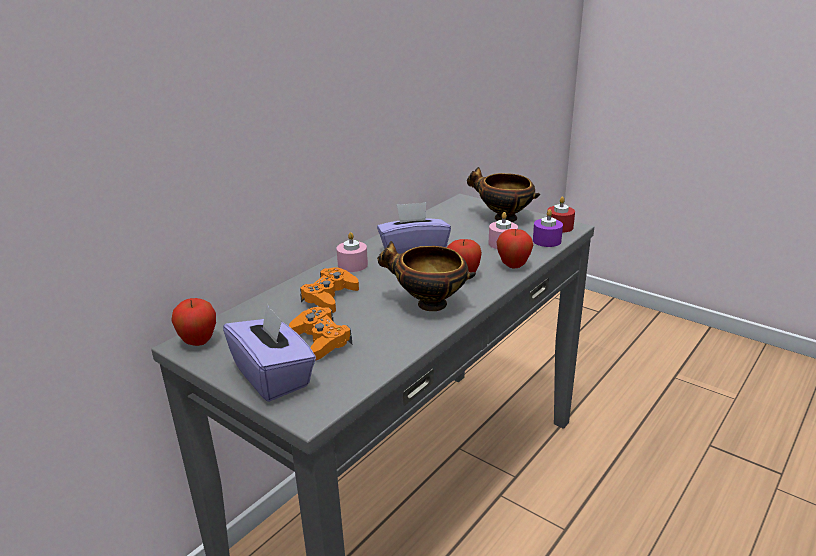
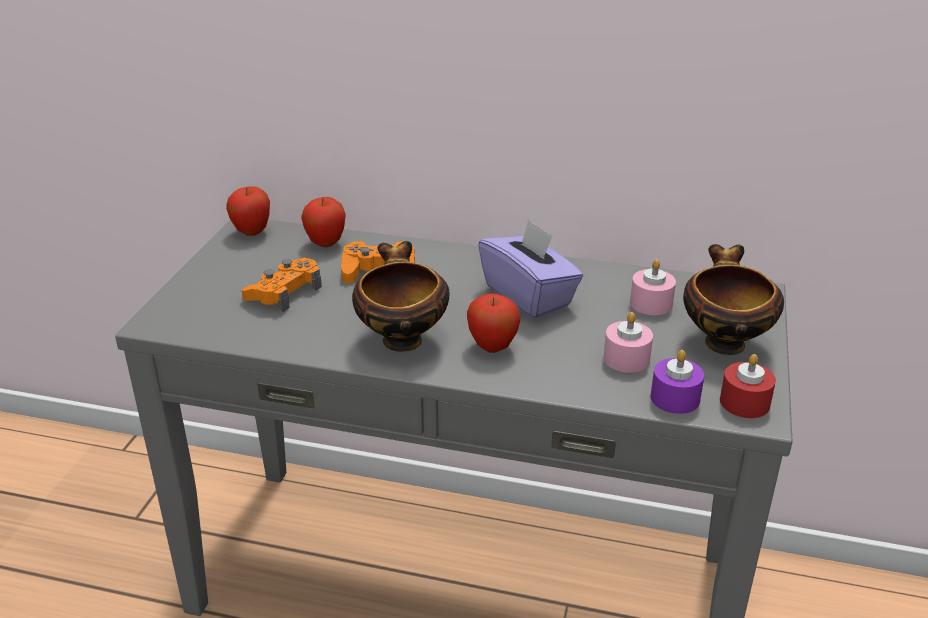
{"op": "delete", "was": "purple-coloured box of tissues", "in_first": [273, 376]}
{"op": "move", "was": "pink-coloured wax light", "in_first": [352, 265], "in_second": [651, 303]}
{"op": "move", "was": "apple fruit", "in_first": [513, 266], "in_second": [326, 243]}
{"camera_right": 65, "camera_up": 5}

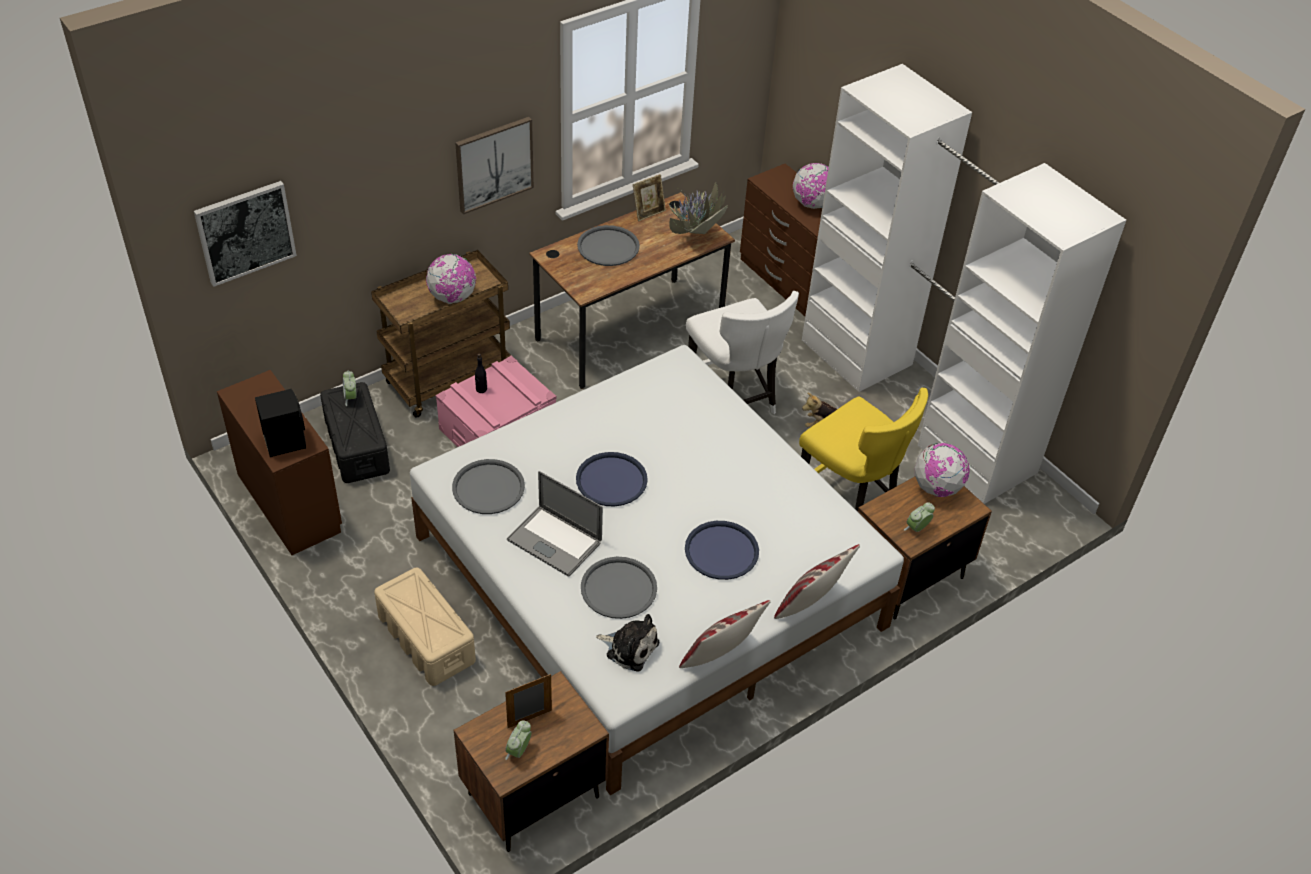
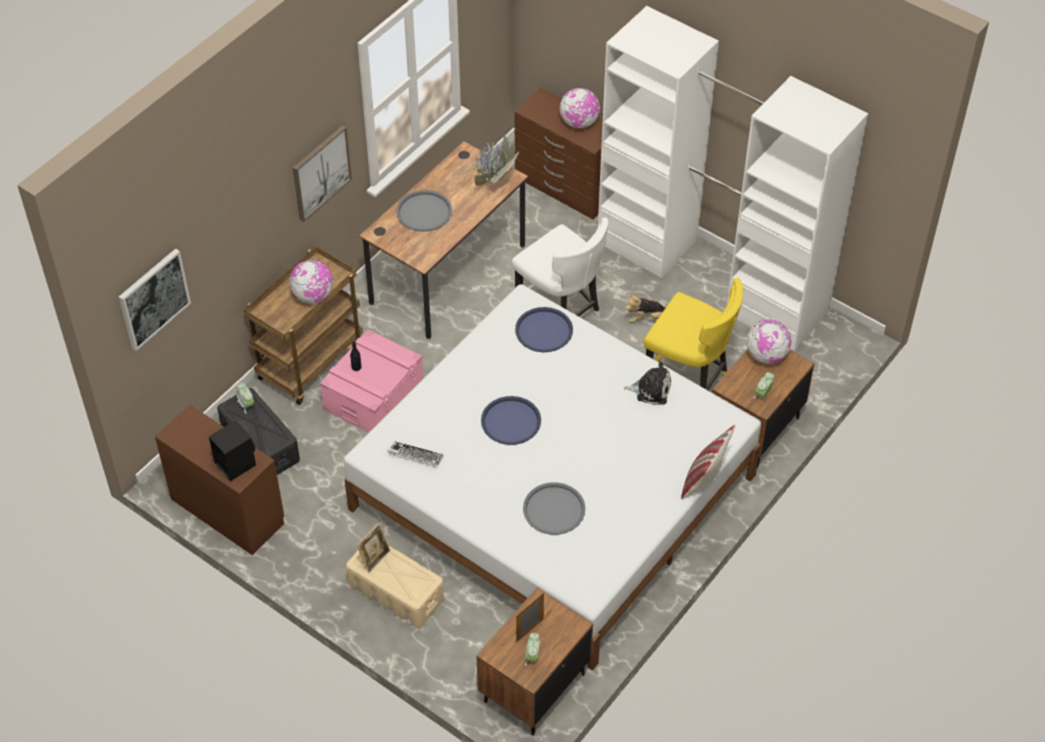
{"op": "delete", "was": "notebook computer", "in_first": [554, 541]}
{"op": "delete", "was": "throw pillow", "in_first": [720, 655]}
{"op": "move", "was": "soft toy", "in_first": [629, 647], "in_second": [651, 389]}
{"op": "move", "was": "standing frame", "in_first": [648, 212], "in_second": [374, 558]}
{"op": "move", "was": "bluish tray", "in_first": [721, 551], "in_second": [544, 330]}
{"op": "replace", "was": "grey tray", "now": "keyboard", "in_first": [488, 488], "in_second": [415, 456]}
{"camera_right": -15, "camera_up": 5}

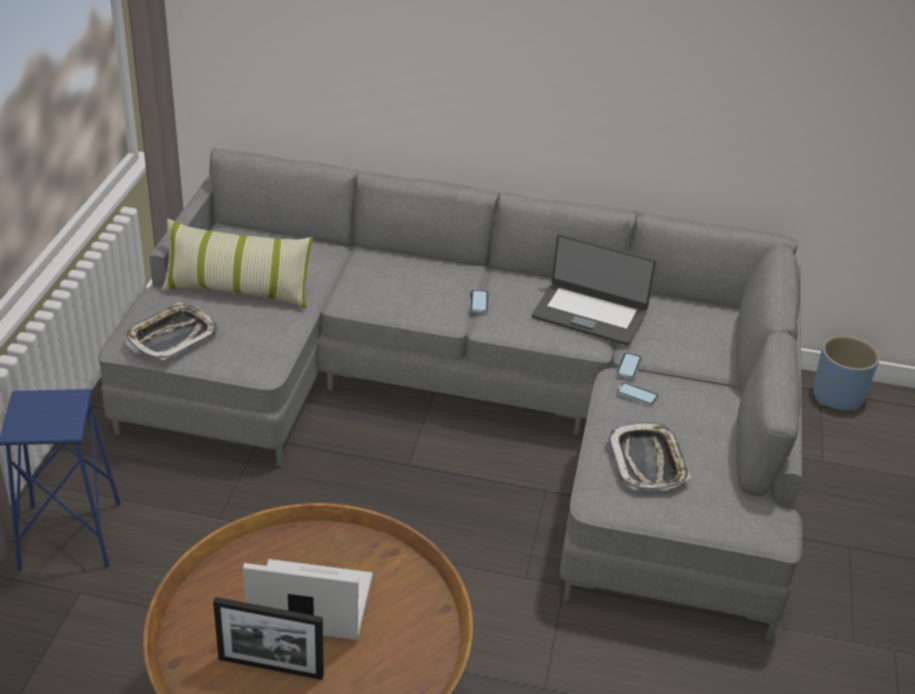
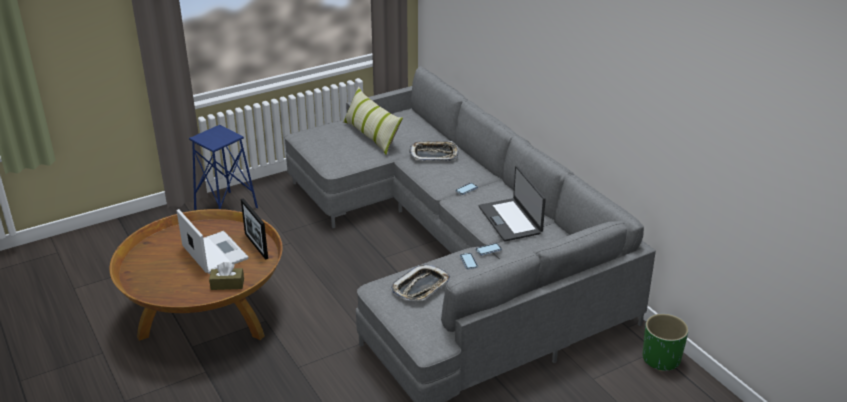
{"op": "insert", "now": "brown box of tissues", "in_second": [227, 284]}
{"op": "move", "was": "tray", "in_first": [172, 337], "in_second": [434, 154]}
{"op": "move", "was": "standing frame", "in_first": [271, 667], "in_second": [256, 246]}
{"op": "recolor", "was": "bluish planter", "now": "green planter", "in_first": [837, 396], "in_second": [661, 359]}
{"camera_right": 50, "camera_up": -5}

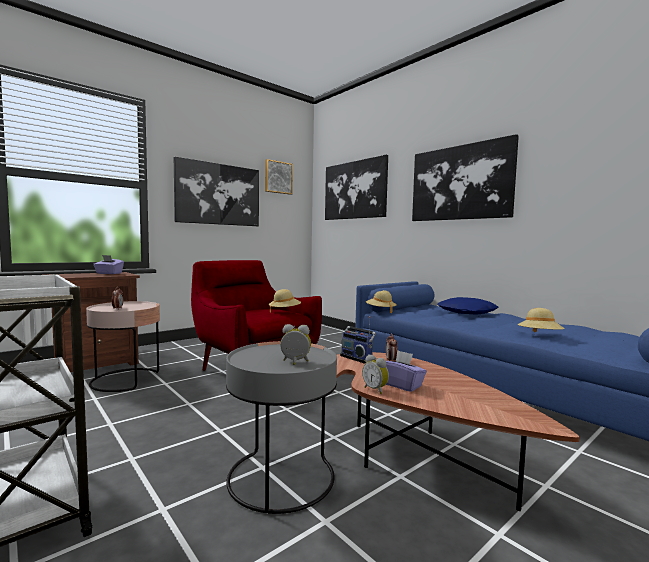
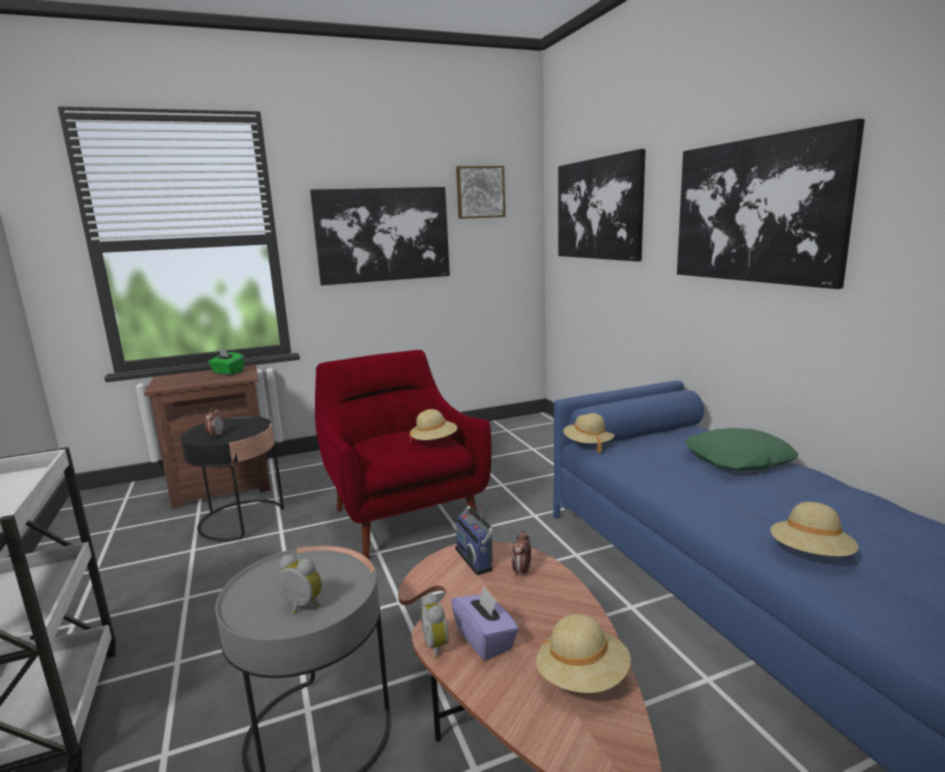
{"op": "insert", "now": "beige-coloured hat", "in_second": [582, 678]}
{"op": "recolor", "was": "pink-coloured end table", "now": "blackish end table", "in_first": [126, 380], "in_second": [242, 519]}
{"op": "recolor", "was": "purple-coloured box of tissues", "now": "green box of tissues", "in_first": [108, 273], "in_second": [228, 372]}
{"op": "recolor", "was": "bluish throw pillow", "now": "green throw pillow", "in_first": [467, 312], "in_second": [739, 459]}
{"camera_right": 20, "camera_up": 10}

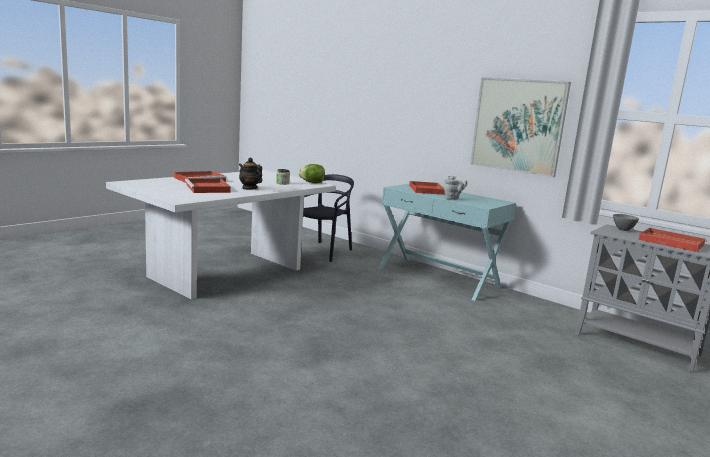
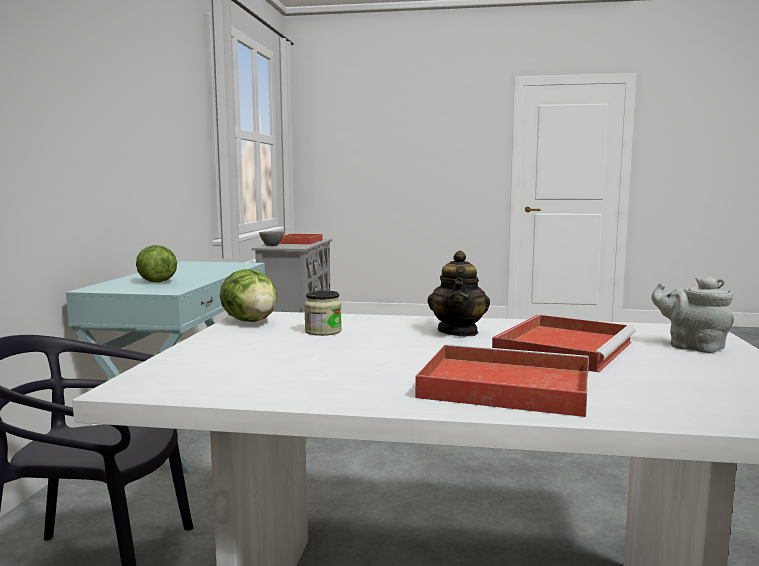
{"op": "delete", "was": "wall picture", "in_first": [518, 125]}
{"op": "move", "was": "grey teapot", "in_first": [452, 198], "in_second": [692, 346]}
{"op": "replace", "was": "red-coloured tray", "now": "lettuce", "in_first": [426, 190], "in_second": [156, 281]}
{"camera_right": -120, "camera_up": -5}

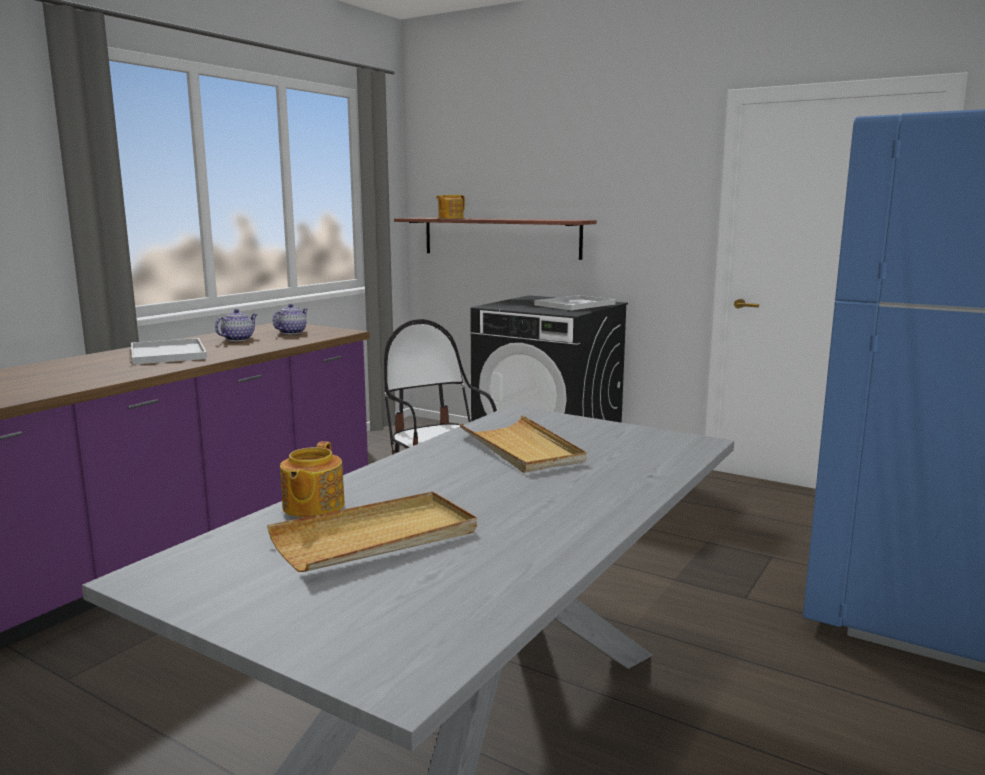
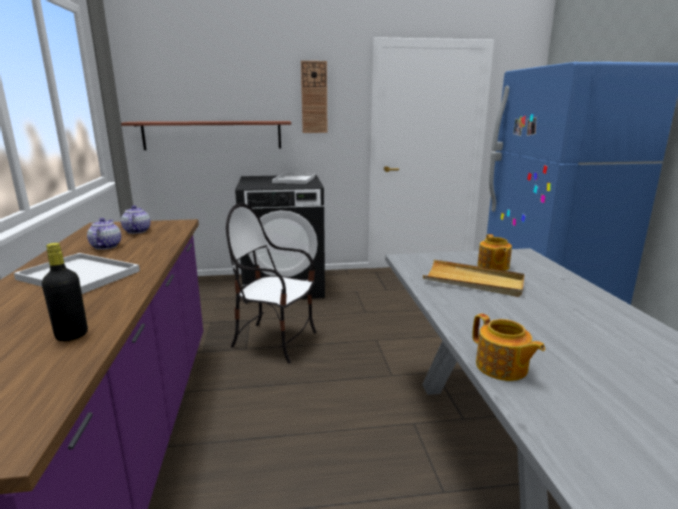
{"op": "delete", "was": "beige-coloured tray", "in_first": [376, 538]}
{"op": "insert", "now": "blackish beverage bottle", "in_second": [72, 335]}
{"op": "insert", "now": "hanging clock", "in_second": [314, 97]}
{"op": "move", "was": "teapot", "in_first": [450, 218], "in_second": [493, 266]}
{"camera_right": -40, "camera_up": 5}

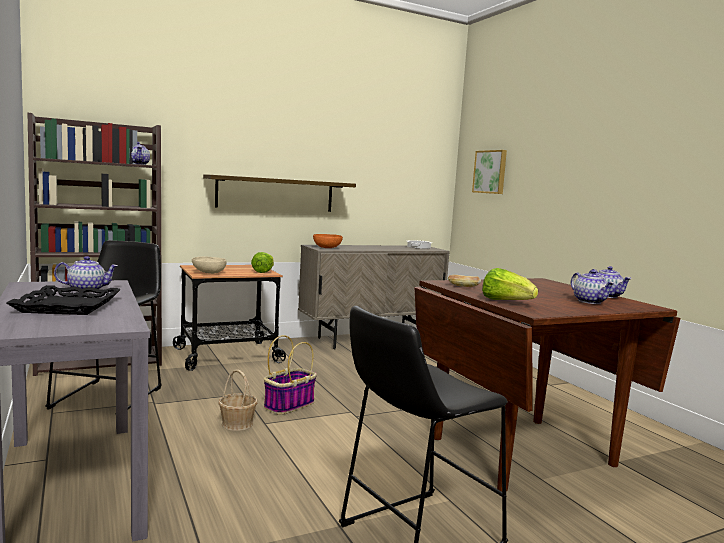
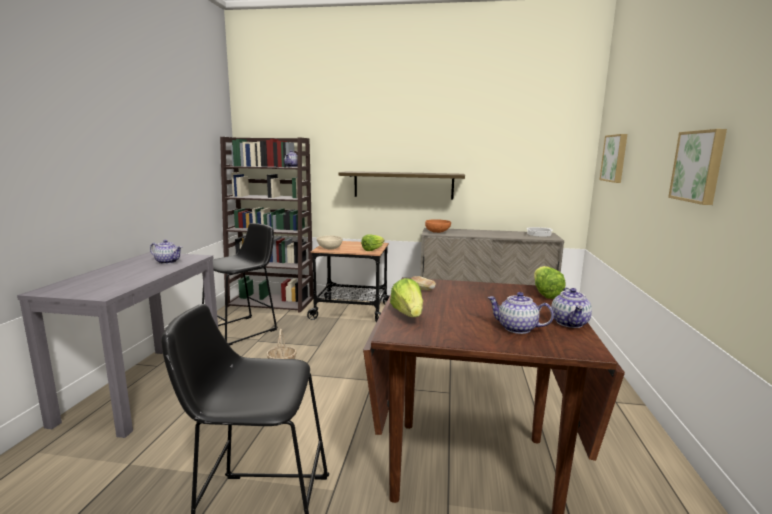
{"op": "delete", "was": "blackish tray", "in_first": [68, 306]}
{"op": "delete", "was": "basket", "in_first": [289, 405]}
{"op": "insert", "now": "lettuce", "in_second": [545, 294]}
{"op": "insert", "now": "wall picture", "in_second": [699, 166]}
{"op": "rotate", "was": "teapot", "in_first": [590, 301], "in_second": [516, 328], "clockwise": 105}
{"camera_right": 35, "camera_up": 5}

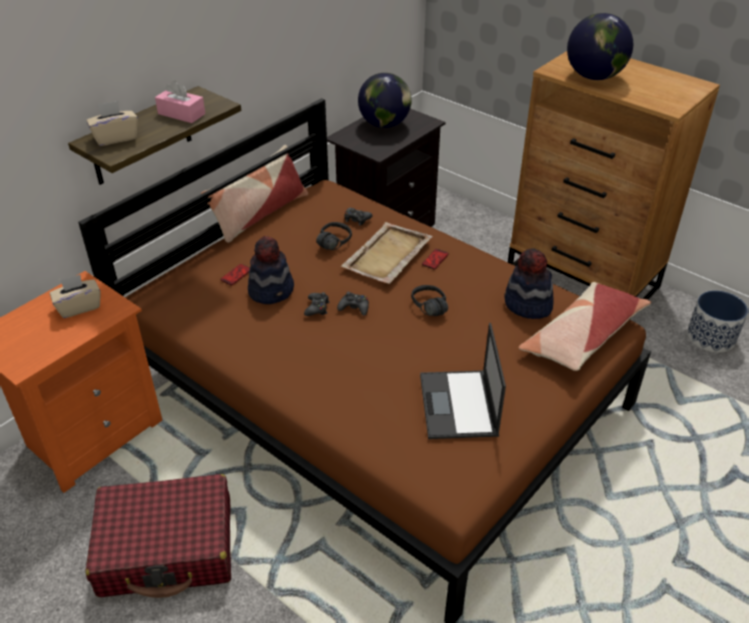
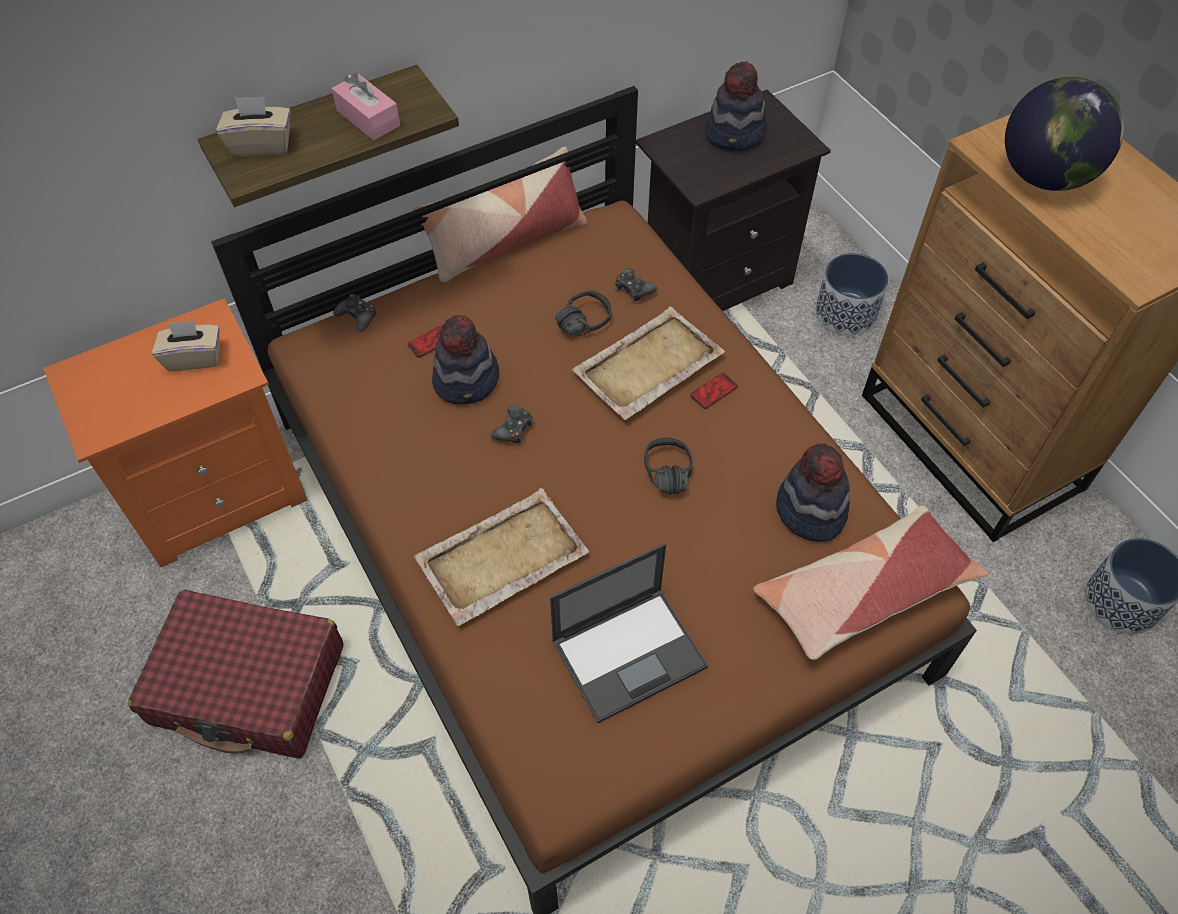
{"op": "insert", "now": "beige-coloured tray", "in_second": [500, 558]}
{"op": "insert", "now": "planter", "in_second": [845, 313]}
{"op": "move", "was": "blackish game controller", "in_first": [354, 307], "in_second": [357, 316]}
{"op": "replace", "was": "desk globe", "now": "hat", "in_first": [384, 124], "in_second": [735, 134]}
{"op": "rotate", "was": "notebook computer", "in_first": [458, 406], "in_second": [630, 652], "clockwise": -135}
{"camera_right": 20, "camera_up": 15}

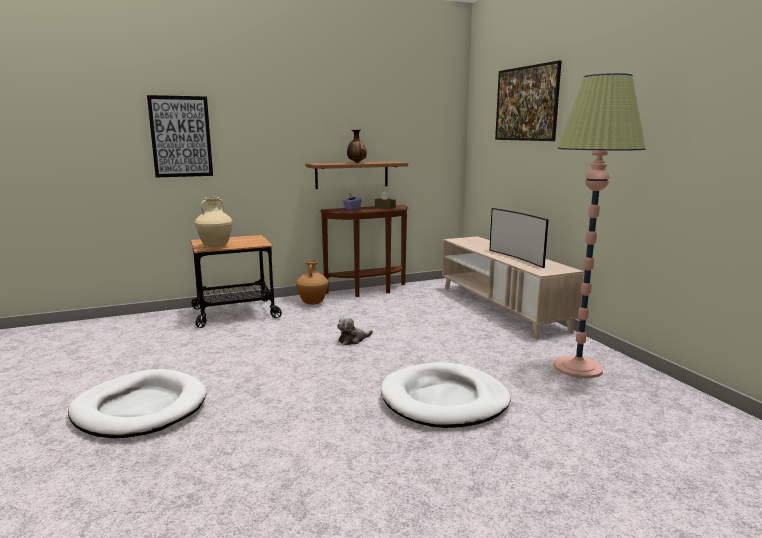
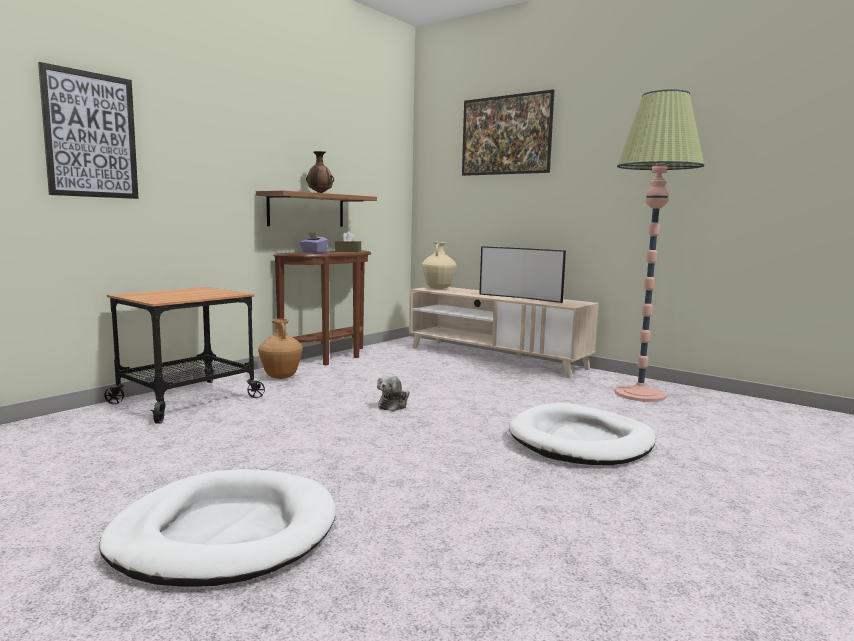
{"op": "move", "was": "beige-coloured vase", "in_first": [215, 246], "in_second": [438, 288]}
{"camera_right": -30, "camera_up": -5}

